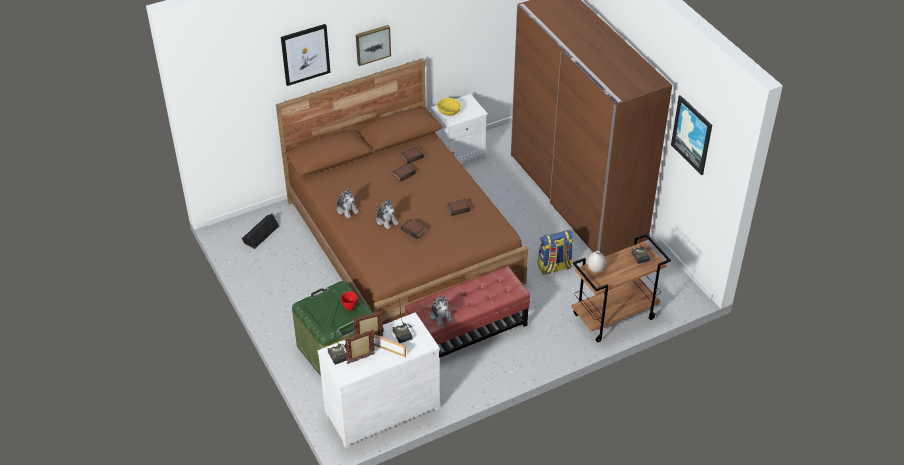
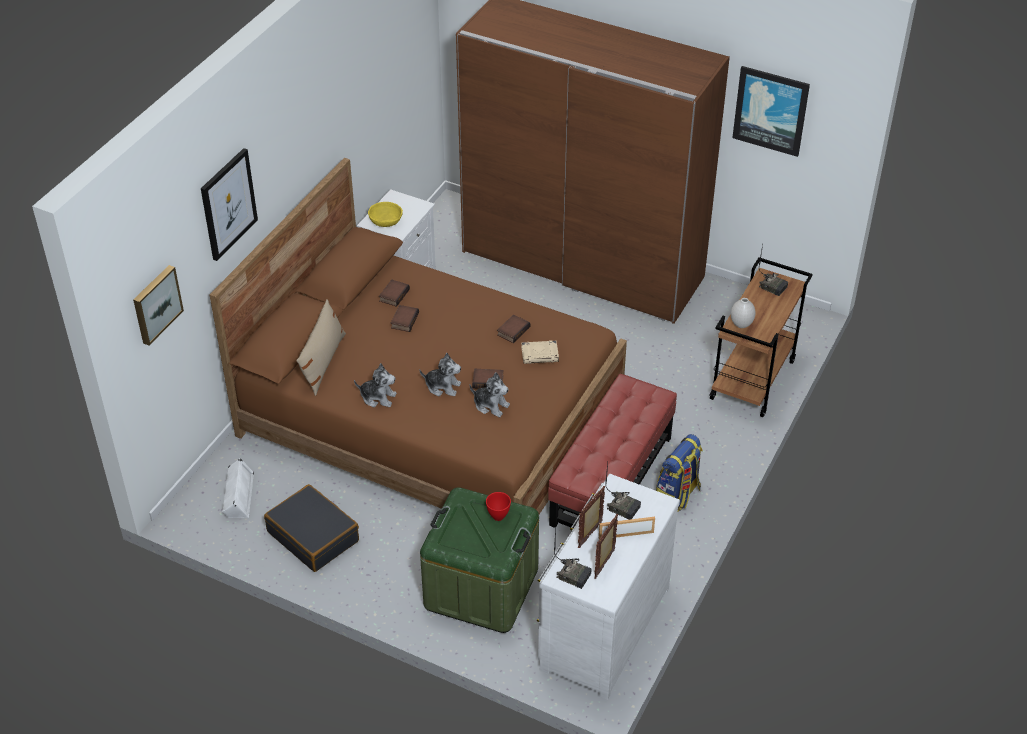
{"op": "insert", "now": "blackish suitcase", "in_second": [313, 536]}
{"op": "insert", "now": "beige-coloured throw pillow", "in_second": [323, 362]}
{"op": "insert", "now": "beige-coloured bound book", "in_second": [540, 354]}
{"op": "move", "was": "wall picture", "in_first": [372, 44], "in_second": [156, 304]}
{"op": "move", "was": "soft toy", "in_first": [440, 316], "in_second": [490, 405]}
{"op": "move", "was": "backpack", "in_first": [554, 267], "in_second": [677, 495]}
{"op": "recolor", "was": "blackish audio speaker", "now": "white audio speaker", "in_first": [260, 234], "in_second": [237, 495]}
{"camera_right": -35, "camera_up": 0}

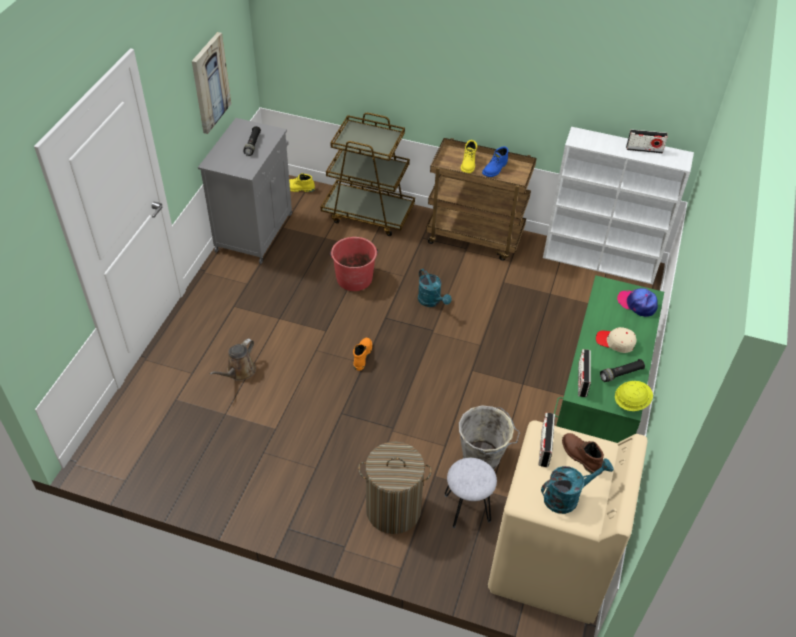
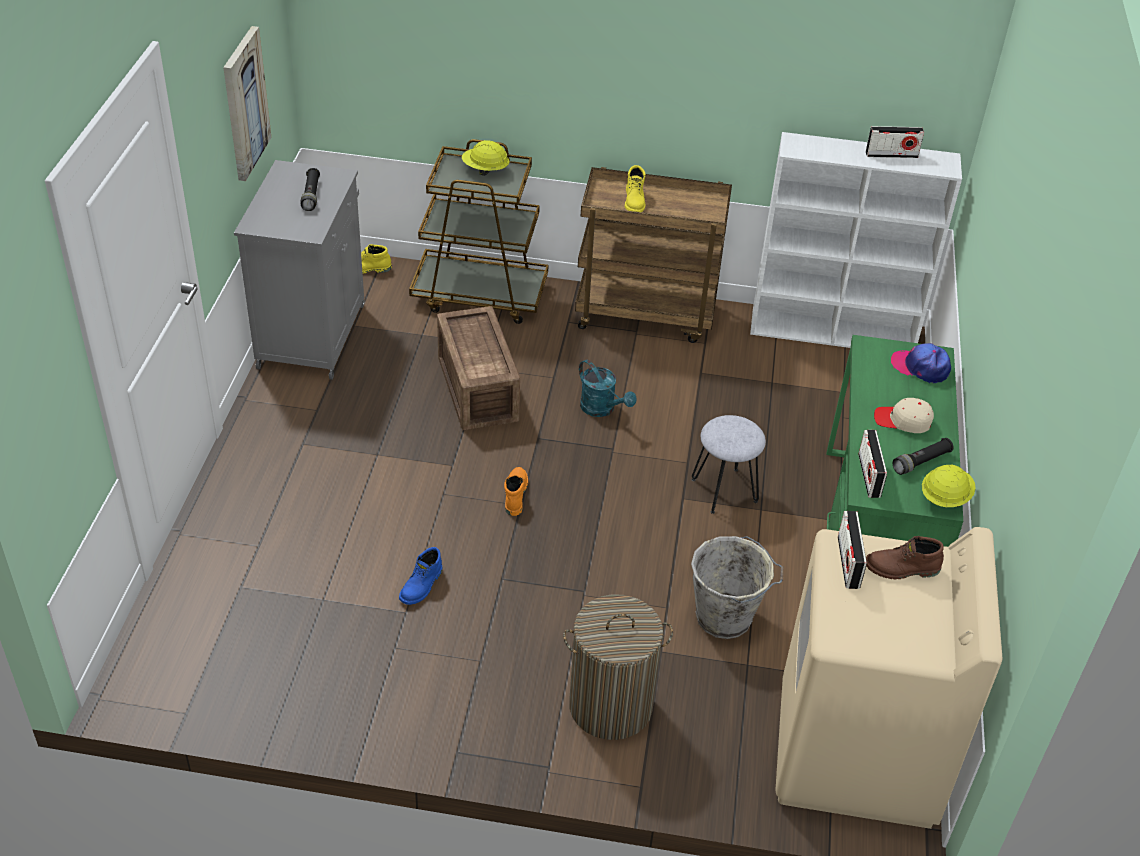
{"op": "delete", "was": "brown watering pot", "in_first": [239, 372]}
{"op": "delete", "was": "blue-green watering pot", "in_first": [567, 496]}
{"op": "insert", "now": "yellow safety helmet", "in_second": [485, 170]}
{"op": "move", "was": "grey stool", "in_first": [467, 507], "in_second": [724, 490]}
{"op": "move", "was": "bluish tall boot", "in_first": [495, 169], "in_second": [422, 586]}
{"op": "replace", "was": "red-coloured bucket", "now": "crate", "in_first": [354, 278], "in_second": [479, 387]}
{"op": "rotate", "was": "brown tall boot", "in_first": [580, 456], "in_second": [901, 569], "clockwise": -45}
{"camera_right": -10, "camera_up": -5}

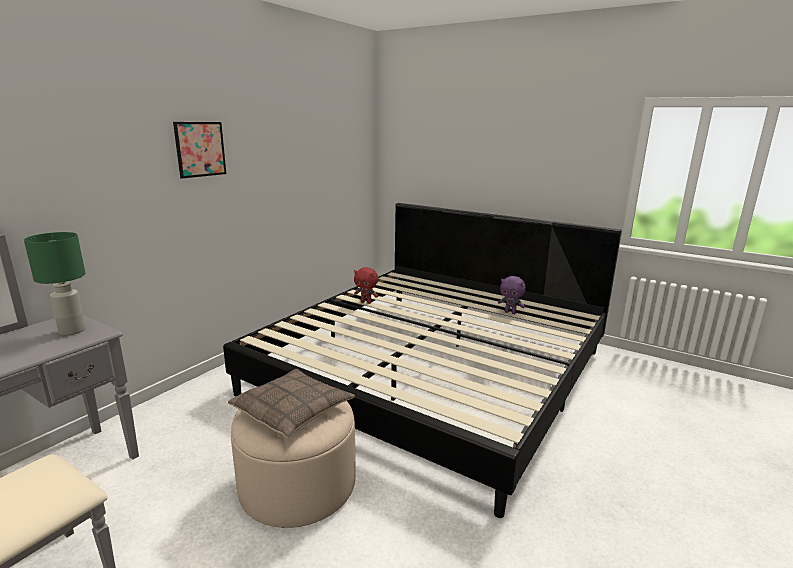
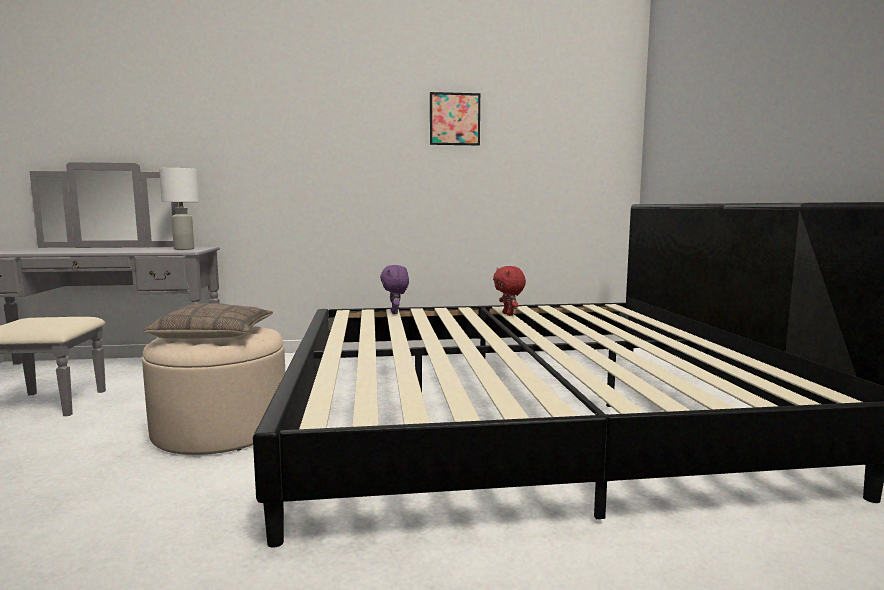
{"op": "move", "was": "wall picture", "in_first": [200, 149], "in_second": [454, 119]}
{"op": "move", "was": "purple-coloured soft toy", "in_first": [510, 312], "in_second": [395, 313]}
{"op": "recolor", "was": "green lamp for a table", "now": "white lamp for a table", "in_first": [71, 331], "in_second": [183, 249]}
{"camera_right": 50, "camera_up": -10}

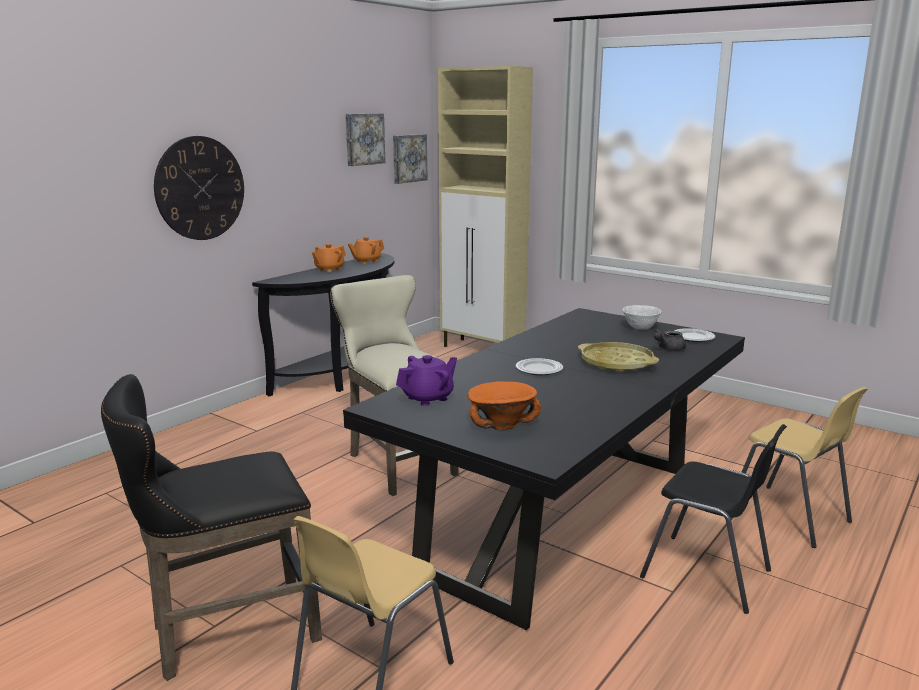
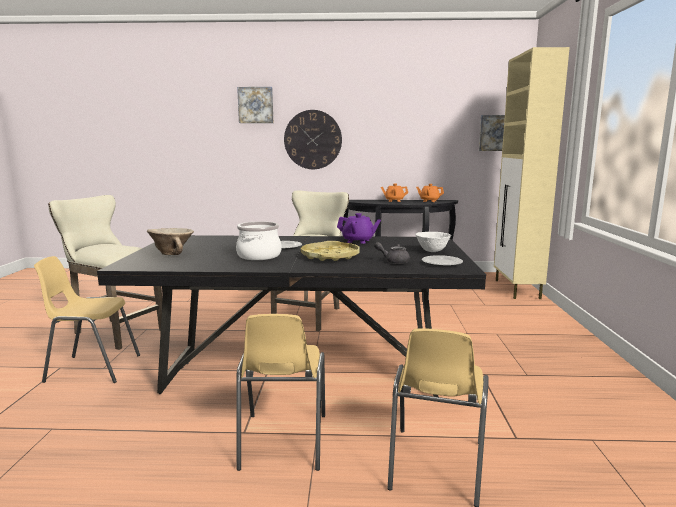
{"op": "insert", "now": "cooking pot", "in_second": [259, 256]}
{"op": "move", "was": "wall picture", "in_first": [363, 139], "in_second": [256, 105]}
{"op": "move", "was": "purple-coloured teapot", "in_first": [428, 398], "in_second": [358, 241]}
{"op": "recolor", "was": "blackish stool", "now": "beige-coloured stool", "in_first": [226, 632], "in_second": [115, 332]}
{"op": "recolor", "was": "orange-coloured serving bowl", "now": "beige-coloured serving bowl", "in_first": [501, 425], "in_second": [172, 254]}
{"op": "recolor", "was": "blackish upright chair", "now": "yellow upright chair", "in_first": [707, 574], "in_second": [282, 441]}
{"camera_right": 55, "camera_up": -5}

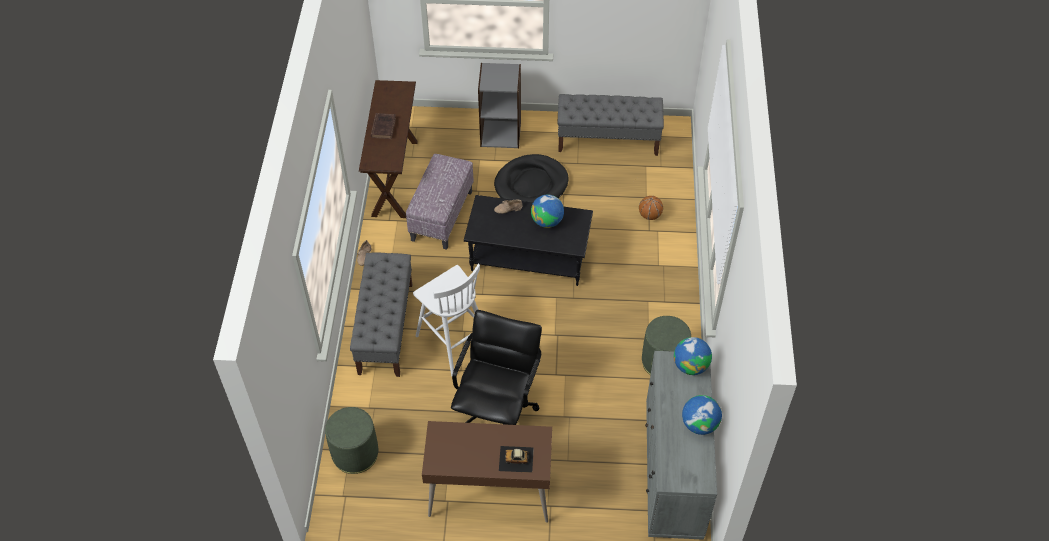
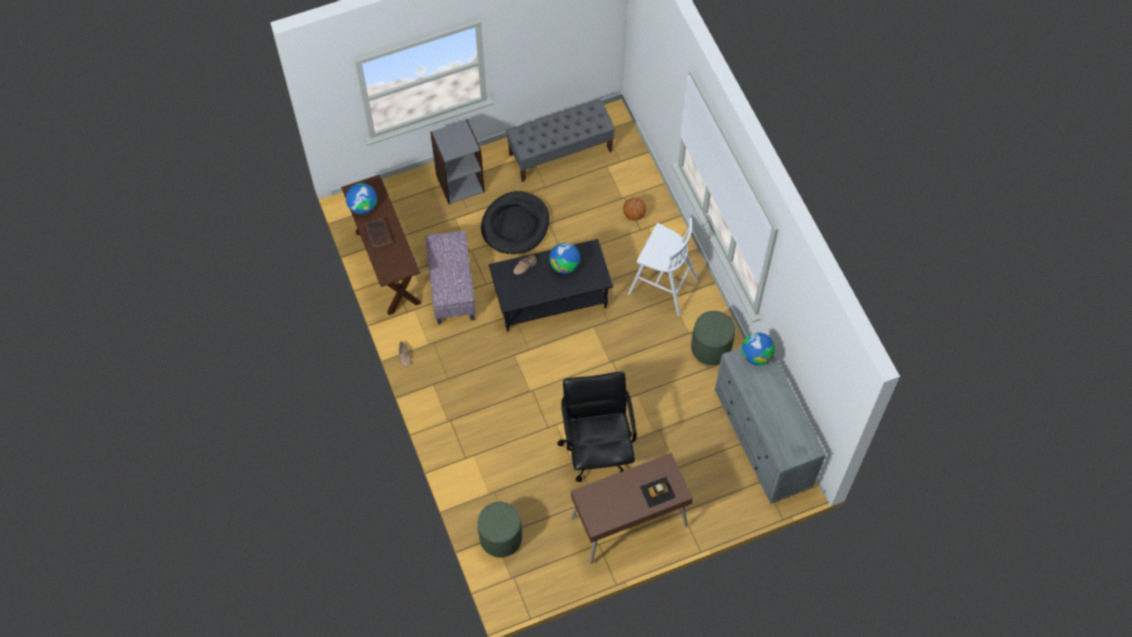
{"op": "delete", "was": "grey indoor bench", "in_first": [385, 328]}
{"op": "move", "was": "white stool", "in_first": [453, 342], "in_second": [661, 287]}
{"op": "move", "was": "desk globe", "in_first": [699, 424], "in_second": [363, 206]}
{"camera_right": -25, "camera_up": 10}

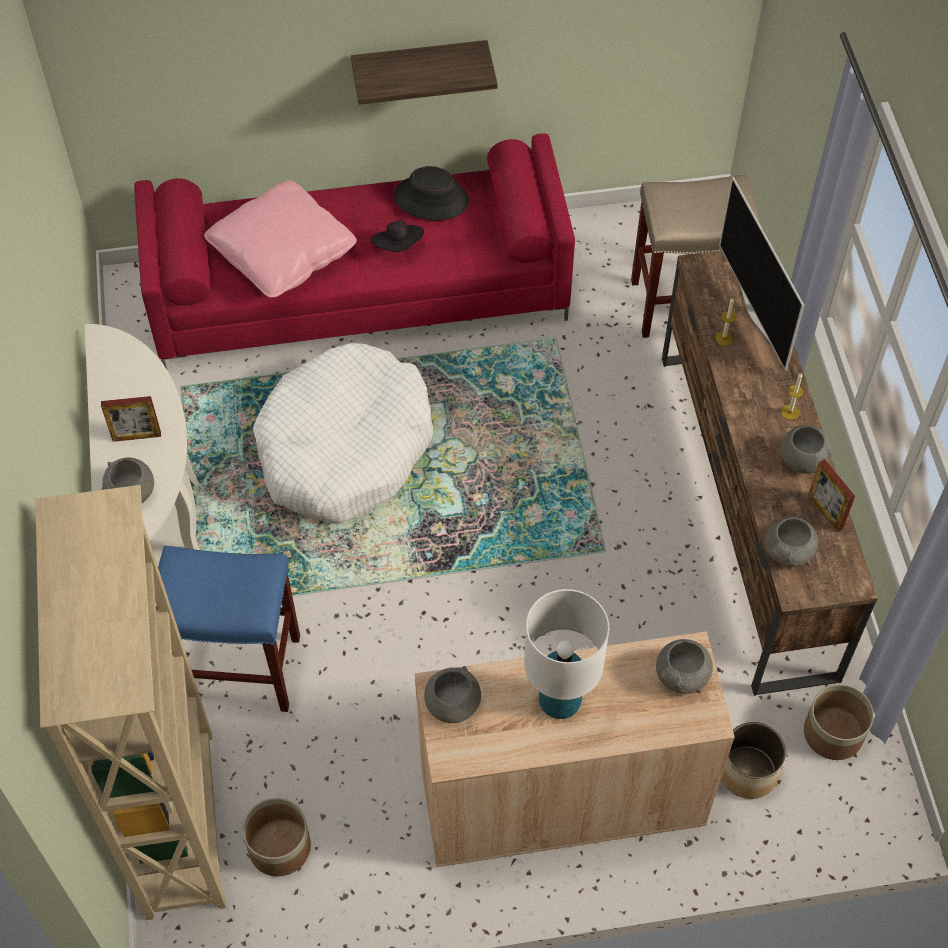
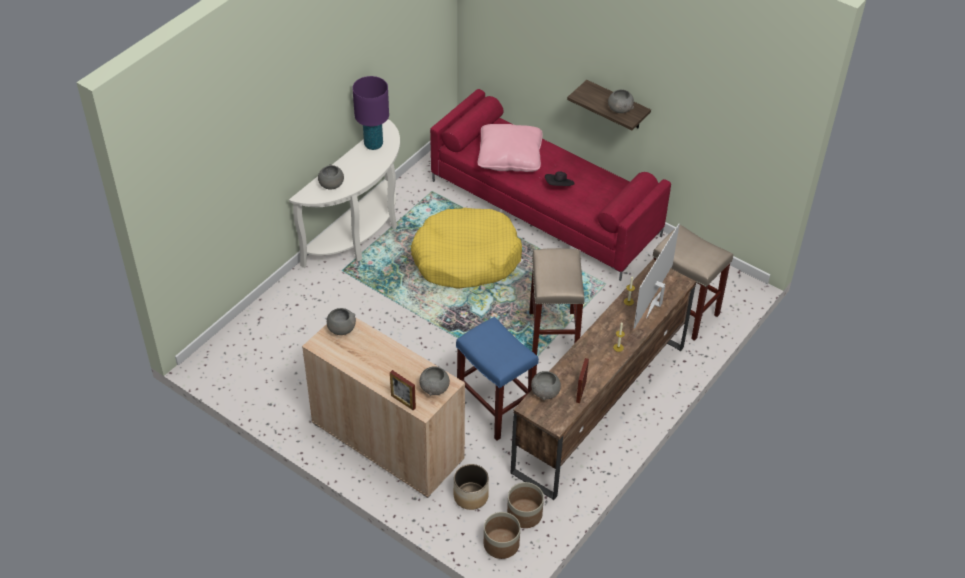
{"op": "delete", "was": "beige-coloured shelving unit", "in_first": [182, 822]}
{"op": "delete", "was": "blackish hat", "in_first": [431, 198]}
{"op": "delete", "was": "white lamp for a table", "in_first": [559, 701]}
{"op": "insert", "now": "purple-coloured lamp for a table", "in_second": [373, 144]}
{"op": "insert", "now": "beige-coloured stool", "in_second": [554, 335]}
{"op": "move", "was": "standing frame", "in_first": [136, 436], "in_second": [403, 401]}
{"op": "move", "was": "bluish stool", "in_first": [240, 668], "in_second": [496, 409]}
{"op": "move", "was": "planter", "in_first": [279, 846], "in_second": [501, 543]}
{"op": "move", "was": "grey serving bowl", "in_first": [802, 460], "in_second": [620, 109]}
{"op": "recolor", "was": "white dog cushion", "now": "yellow dog cushion", "in_first": [344, 447], "in_second": [466, 258]}
{"camera_right": 45, "camera_up": -10}

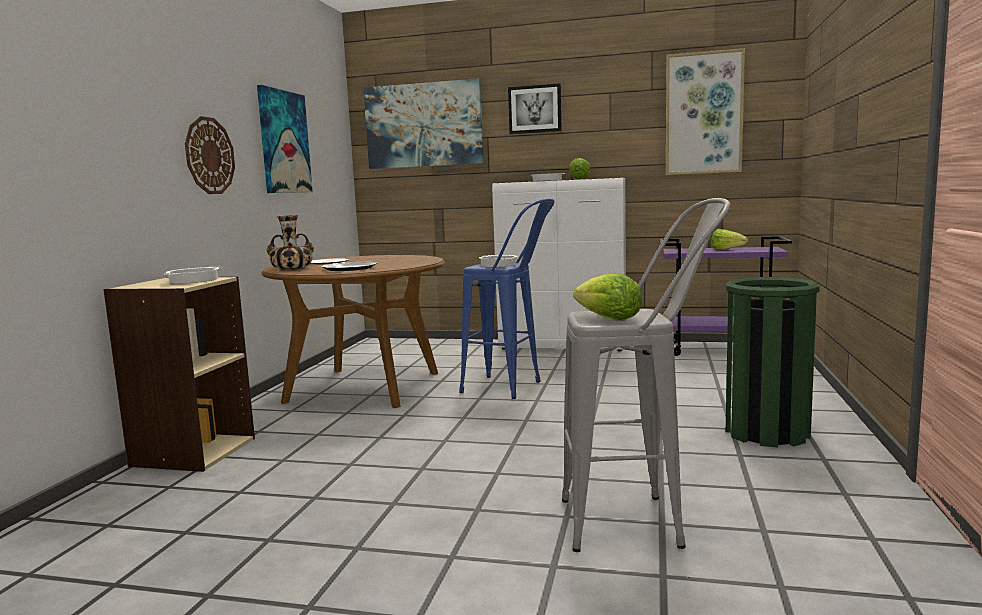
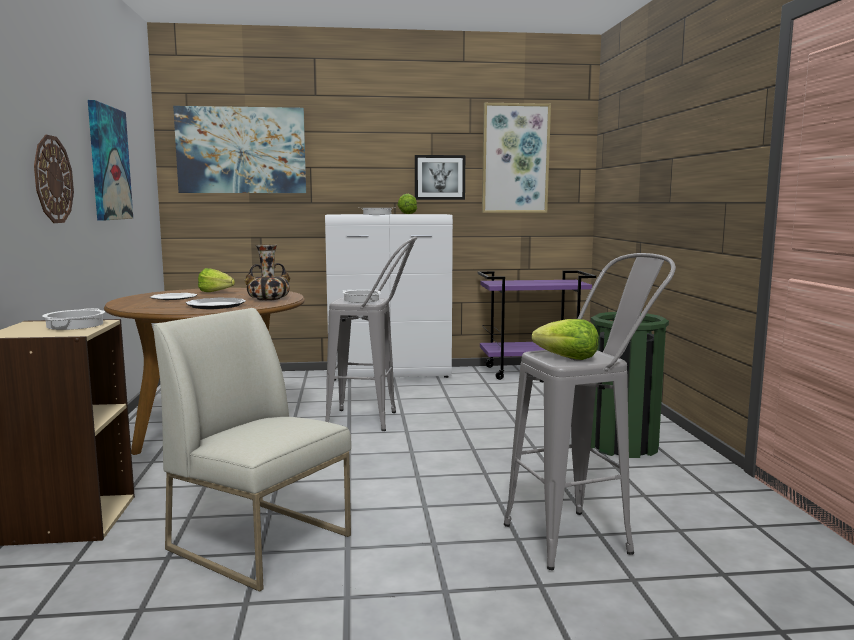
{"op": "insert", "now": "white upright chair", "in_second": [262, 542]}
{"op": "move", "was": "vase", "in_first": [291, 269], "in_second": [267, 299]}
{"op": "move", "was": "wall picture", "in_first": [535, 109], "in_second": [439, 177]}
{"op": "move", "was": "lettuce", "in_first": [729, 250], "in_second": [218, 292]}
{"op": "recolor", "was": "bluish stool", "now": "grey stool", "in_first": [512, 389], "in_second": [374, 421]}
{"camera_right": -20, "camera_up": 0}

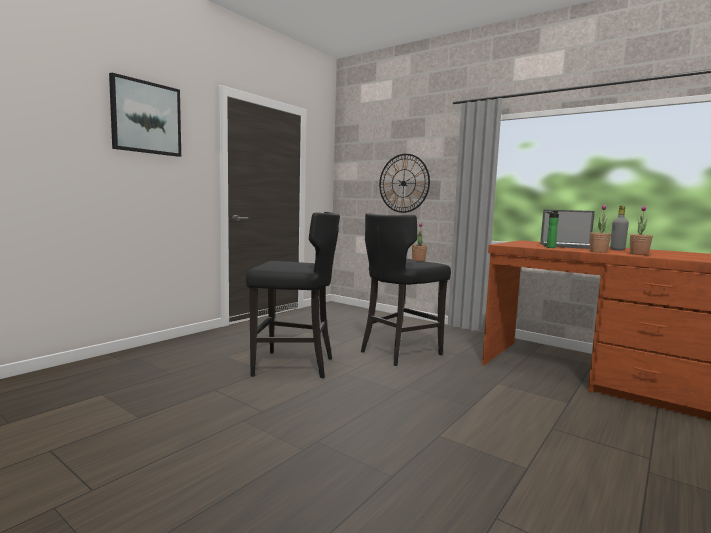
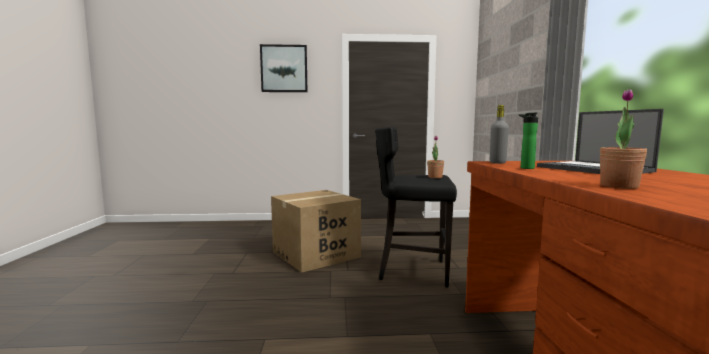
{"op": "delete", "was": "hanging clock", "in_first": [403, 183]}
{"op": "delete", "was": "houseplant", "in_first": [598, 252]}
{"op": "move", "was": "grey beverage bottle", "in_first": [617, 250], "in_second": [497, 163]}
{"op": "replace", "was": "blackish stool", "now": "packing box", "in_first": [294, 366], "in_second": [315, 254]}
{"camera_right": 50, "camera_up": 0}

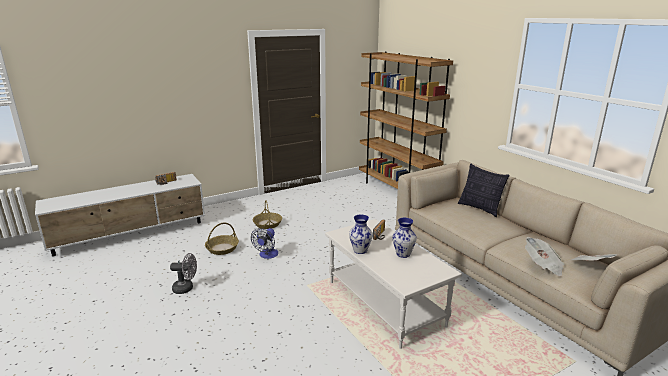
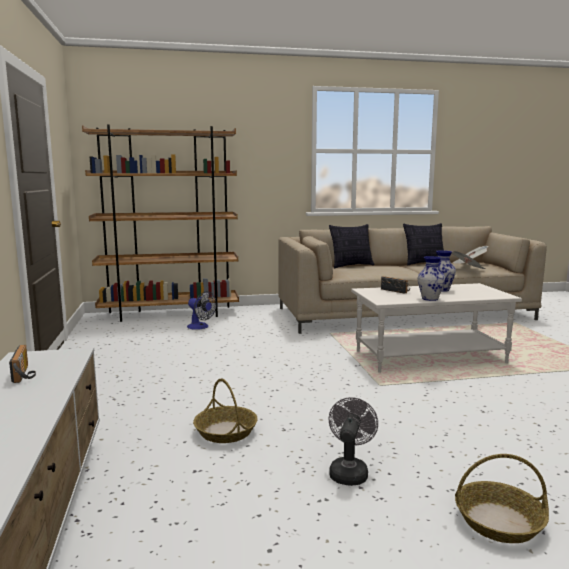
{"op": "insert", "now": "throw pillow", "in_second": [424, 263]}
{"op": "move", "was": "electric fan", "in_first": [267, 255], "in_second": [200, 327]}
{"op": "move", "was": "basket", "in_first": [267, 224], "in_second": [498, 522]}
{"camera_right": -70, "camera_up": -10}

